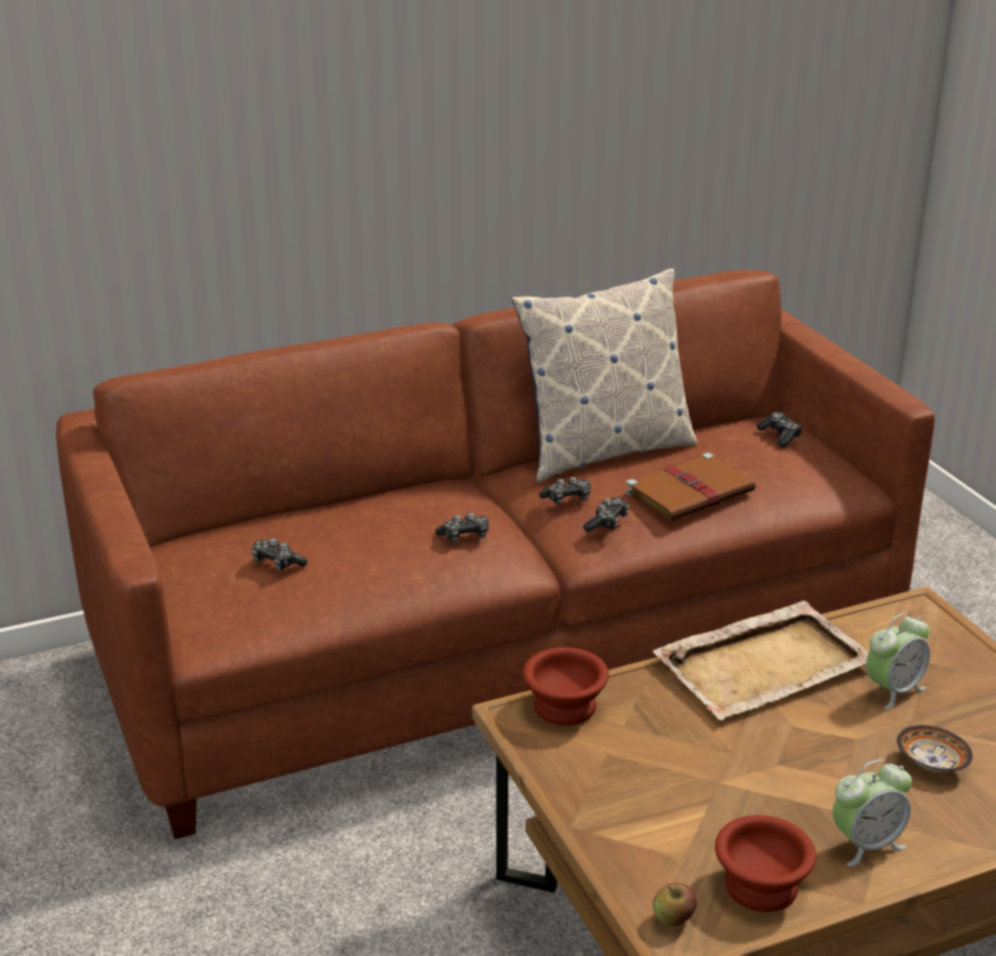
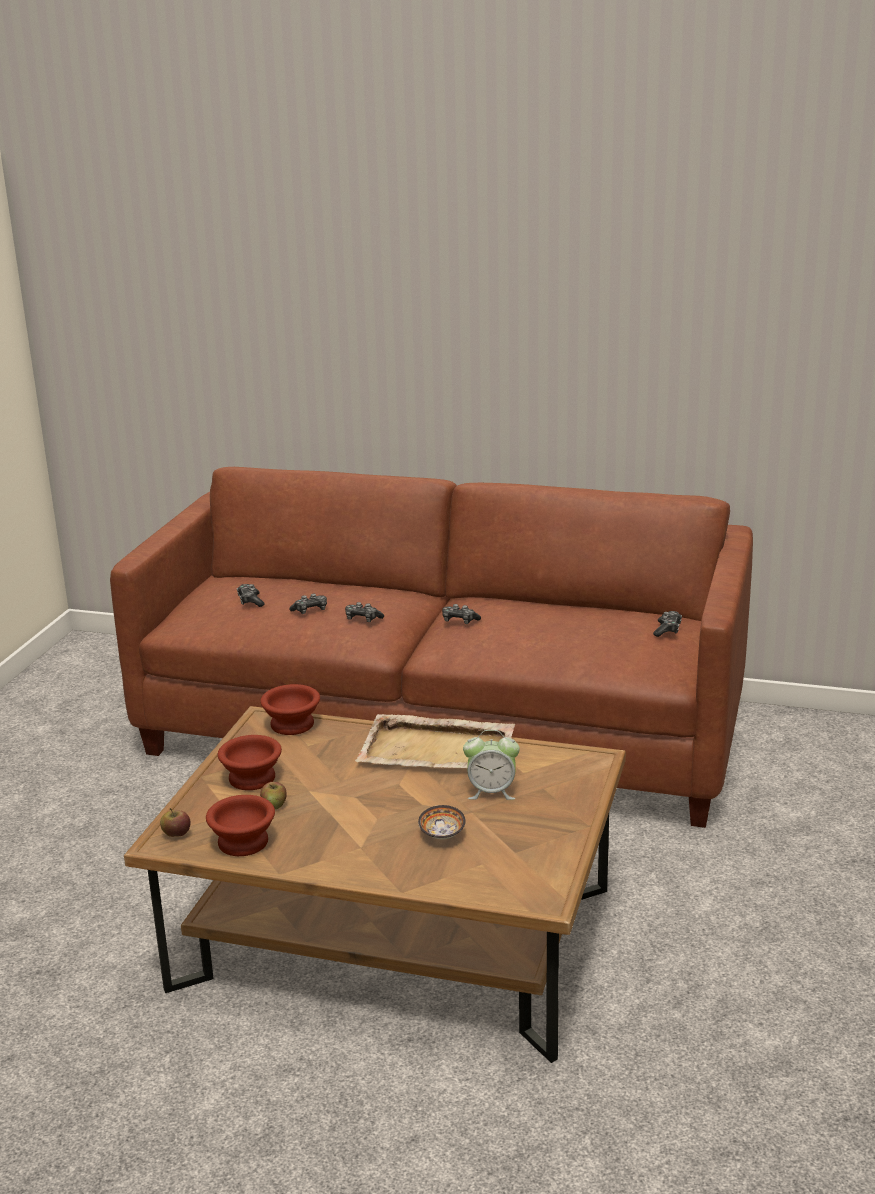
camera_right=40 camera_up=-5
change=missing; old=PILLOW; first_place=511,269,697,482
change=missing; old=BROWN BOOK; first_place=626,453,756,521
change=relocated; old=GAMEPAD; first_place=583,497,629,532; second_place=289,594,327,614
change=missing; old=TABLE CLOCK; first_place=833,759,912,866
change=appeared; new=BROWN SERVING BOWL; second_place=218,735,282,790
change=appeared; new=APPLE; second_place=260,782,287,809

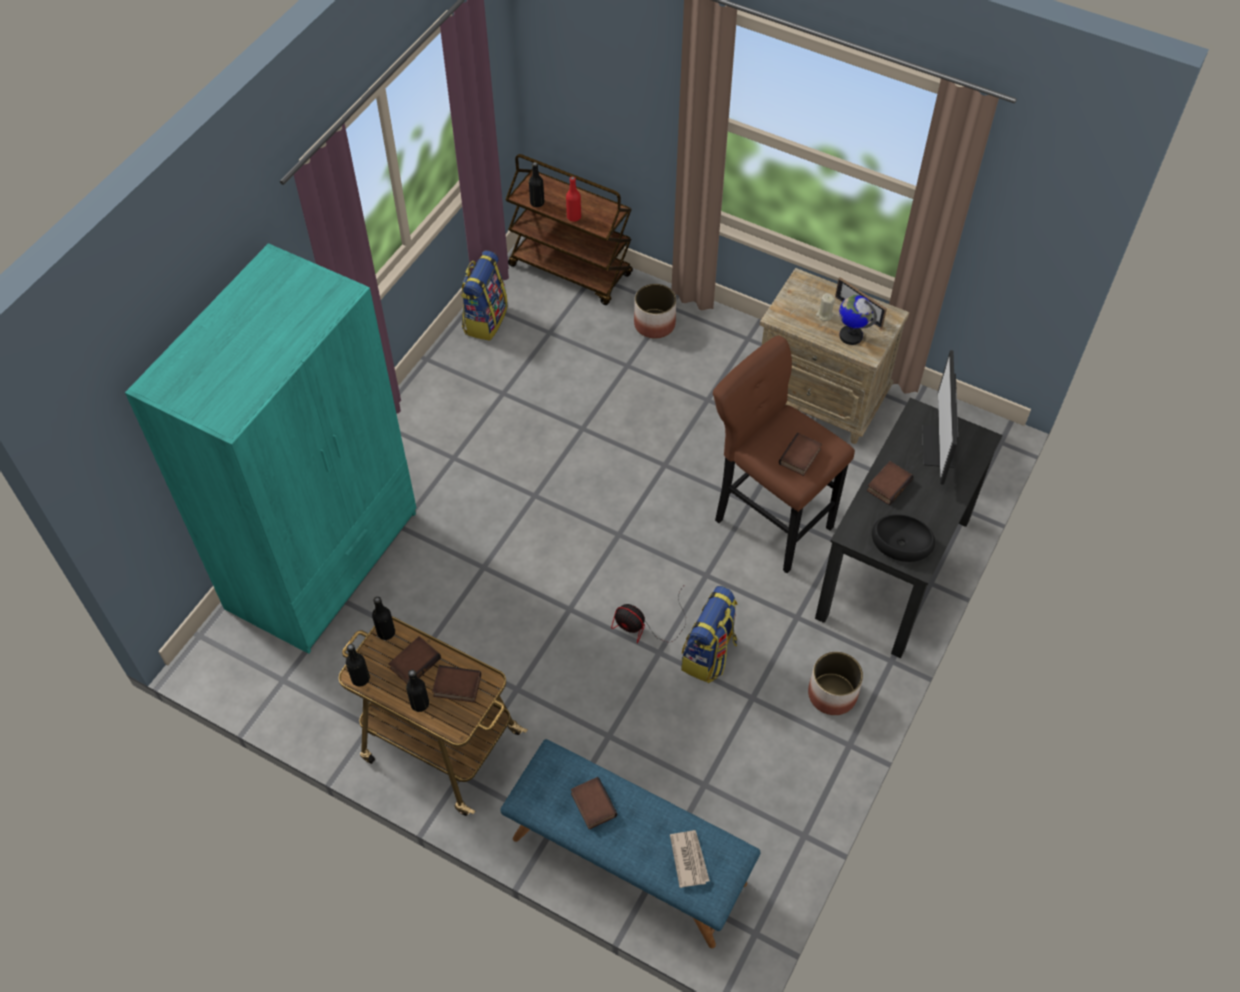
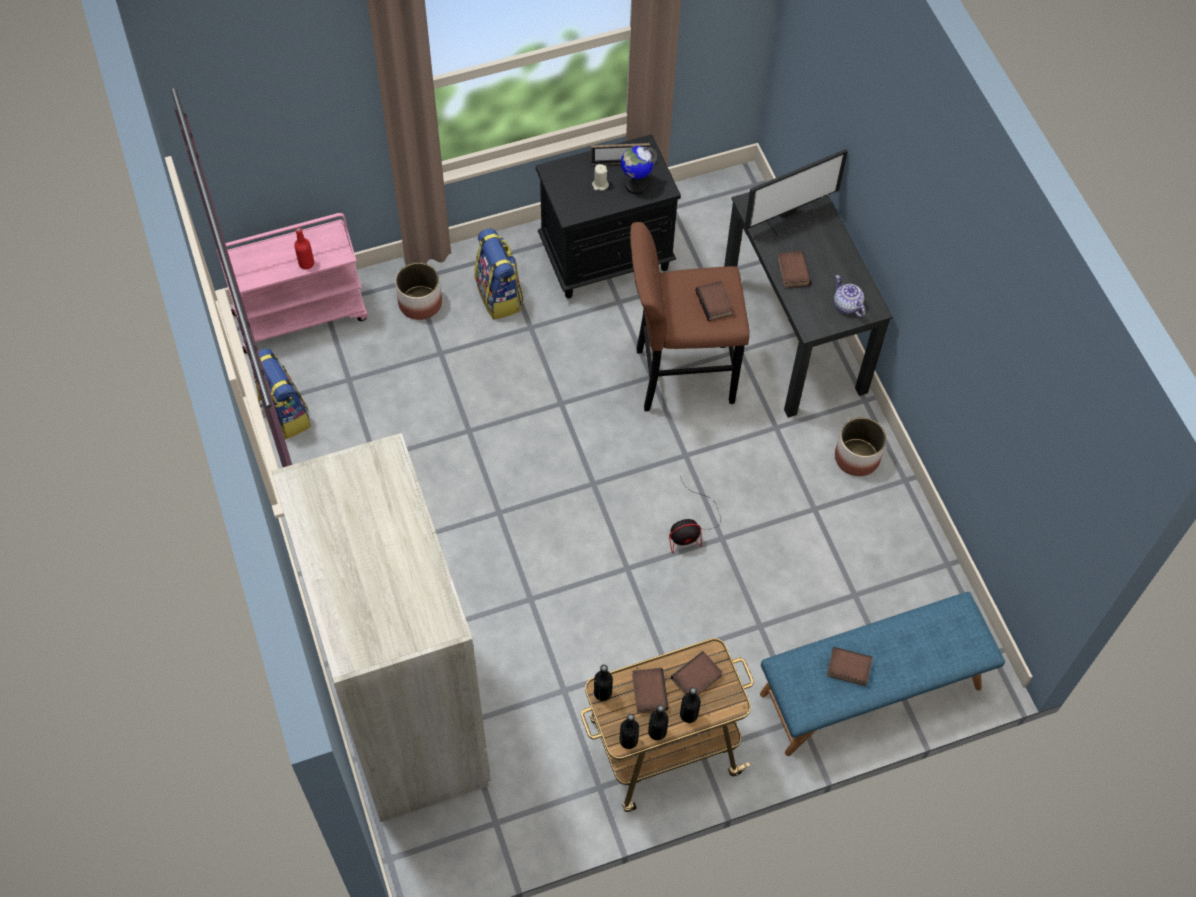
camera_right=-50 camera_up=5
change=colour; old=BROWN WHEELED CART; new=PINKISH WHEELED CART; first_place=505,154,633,305; second_place=217,213,368,353
change=relocated; old=BLACKISH BOTTLE; first_place=529,162,544,207; second_place=648,705,669,740
change=colour; old=TURQUOISE CLOTHES CUPBOARD; new=SAND-COLOURED CLOTHES CUPBOARD; first_place=125,243,416,654; second_place=272,433,491,822
change=colour; old=SAND-COLOURED NIGHT TABLE; new=BLACKISH NIGHT TABLE; first_place=760,268,909,444; second_place=536,134,681,298
change=spun; old=MONITOR; first_place=922,350,958,485; second_place=744,149,848,236; degrees=-75
change=exchanged; old=BLACKISH SERVING BOWL; new=TEAPOT; first_place=872,514,935,562; second_place=834,275,865,317
change=relocated; old=RUCKSACK; first_place=681,586,738,683; second_place=474,228,524,320
change=missing; old=PRINTED PAPER; first_place=670,830,710,888

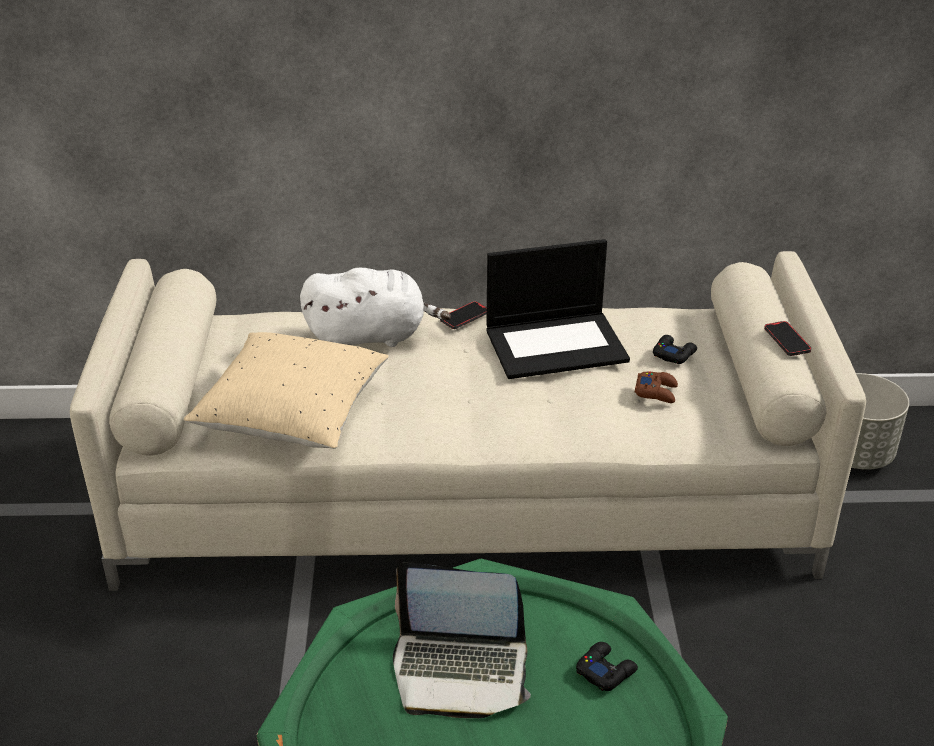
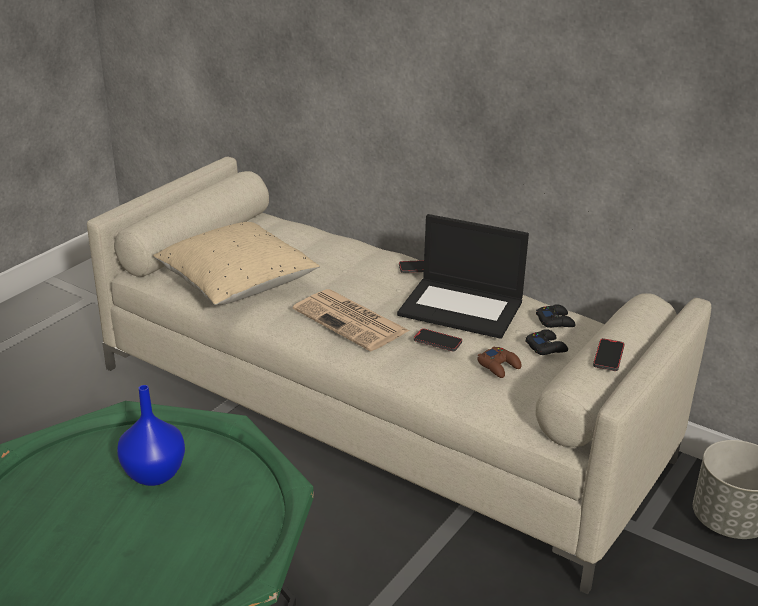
camera_right=35 camera_up=-5
change=missing; old=WHITE SOFT TOY; first_place=300,268,451,347
change=exchanged; old=PORTABLE COMPUTER; new=BLUE-COLOURED FLOWER VASE; first_place=393,562,531,718; second_place=117,385,185,486
change=relocated; old=BLACKISH GAMEPAD; first_place=576,642,638,691; second_place=536,304,576,328
change=appeared; new=PRINTED PAPER; second_place=293,289,409,351
change=appeared; new=PHONE; second_place=414,328,462,351

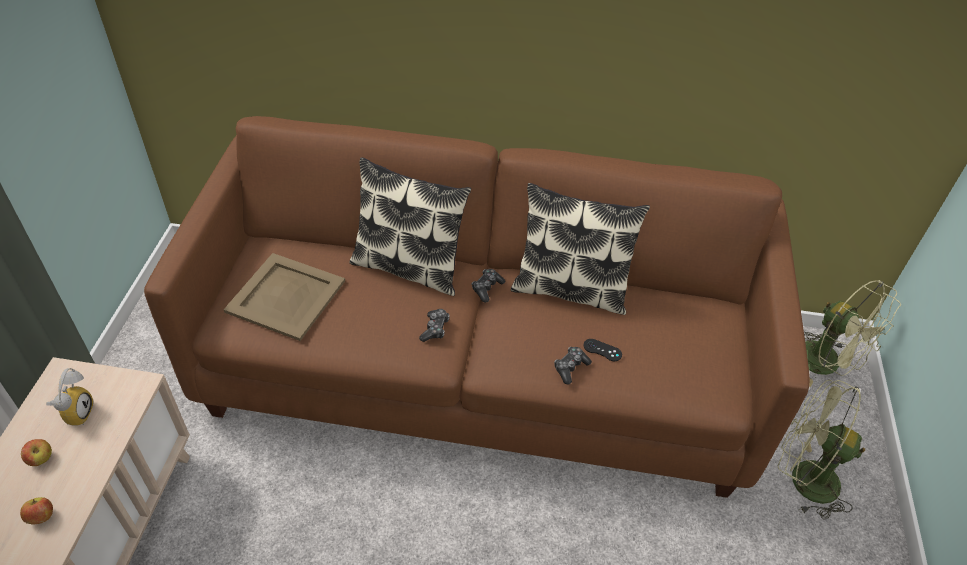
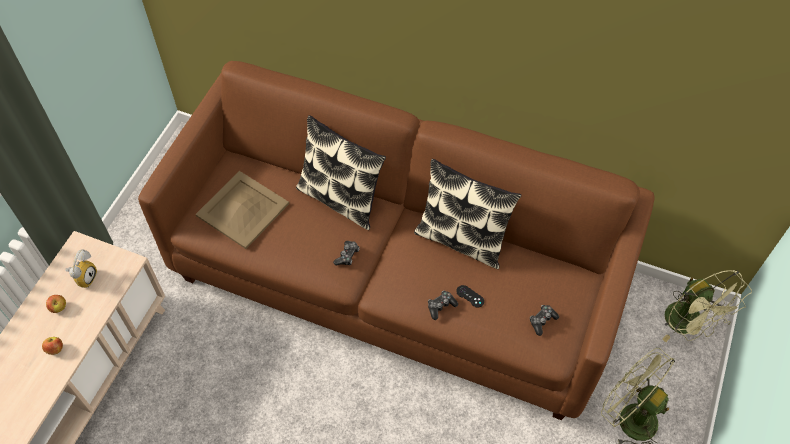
camera_right=15 camera_up=10
change=relocated; old=GAMEPAD; first_place=472,269,505,302; second_place=530,305,559,336

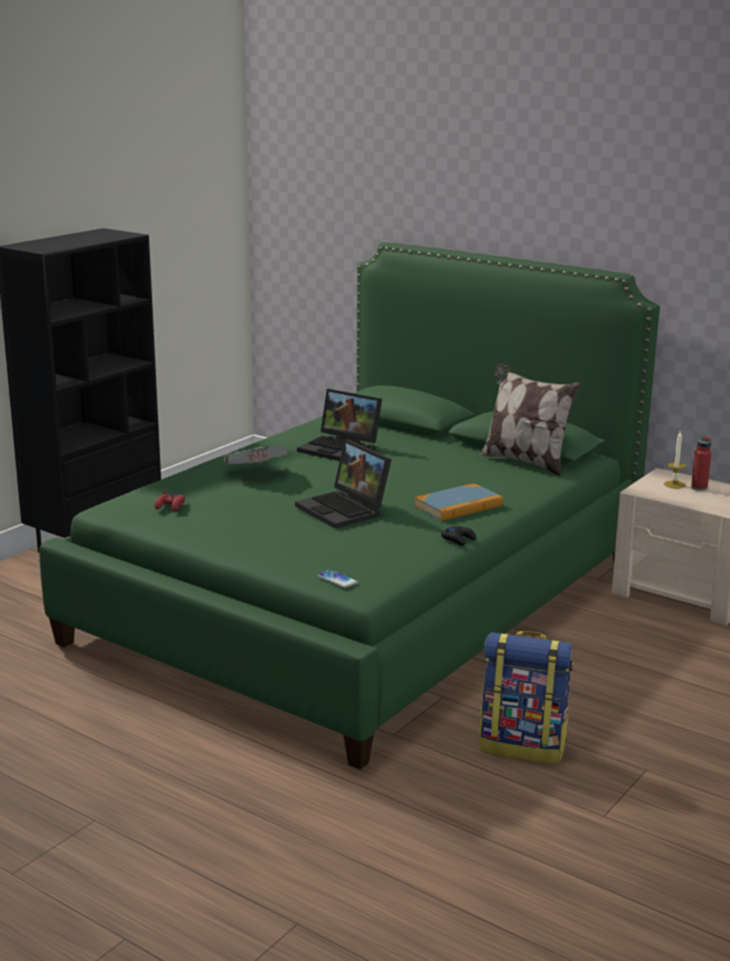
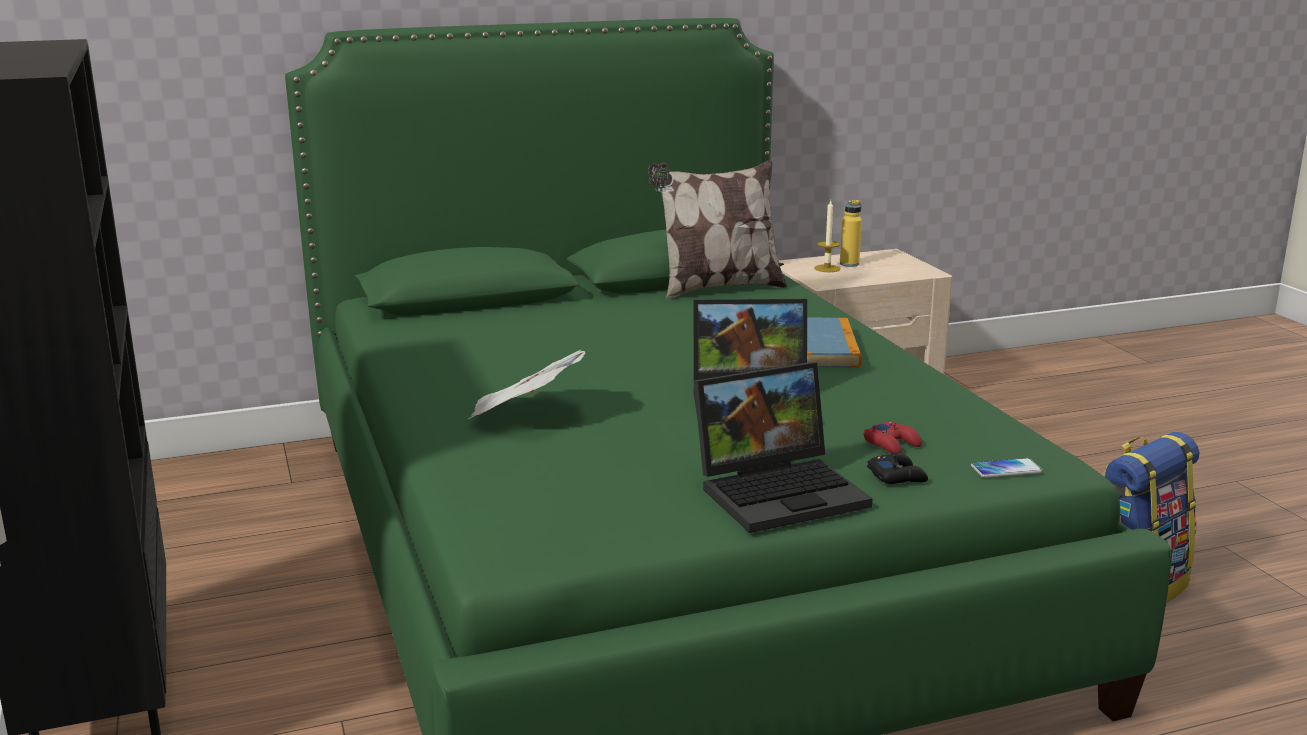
camera_right=-55 camera_up=0
change=relocated; old=PORTABLE COMPUTER; first_place=297,389,382,461; second_place=694,362,872,533
change=colour; old=REDDISH BOTTLE; new=YELLOW-COLOURED BOTTLE; first_place=691,436,712,491; second_place=840,200,862,267
change=relocated; old=REDDISH GAMEPAD; first_place=155,491,185,511; second_place=864,422,922,453
change=relocated; old=BLACKISH GAMEPAD; first_place=441,526,476,546; second_place=867,452,928,484

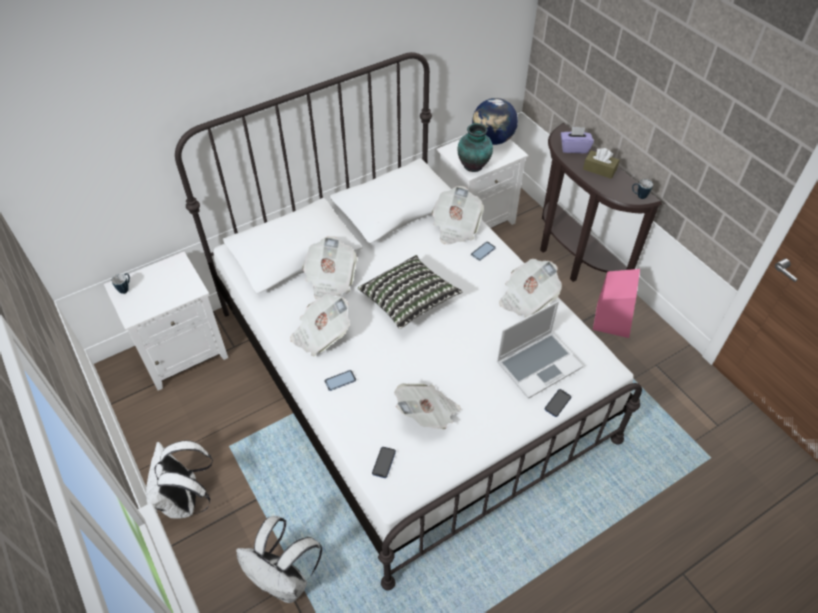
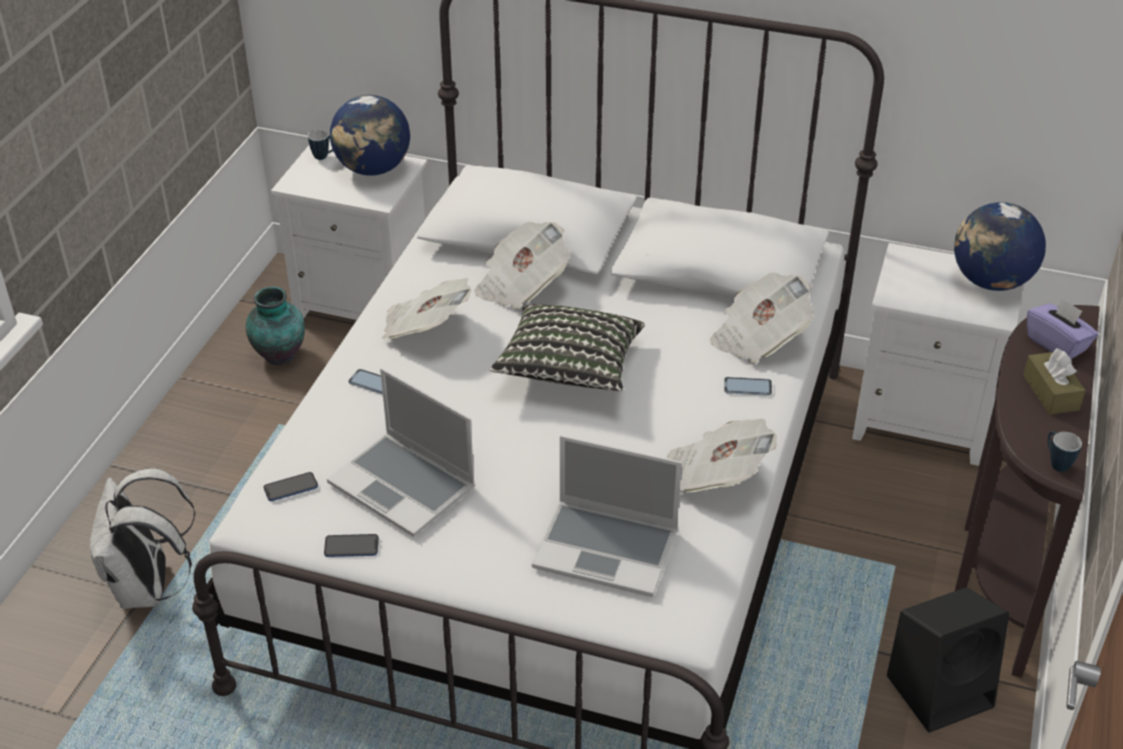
camera_right=50 camera_up=-10
change=relocated; old=FLOWER VASE; first_place=458,123,493,172; second_place=246,286,305,365
change=colour; old=PINKISH AUDIO SPEAKER; new=BLACKISH AUDIO SPEAKER; first_place=593,269,640,338; second_place=887,587,1010,733
change=exchanged; old=PRINTED PAPER; new=PORTABLE COMPUTER; first_place=394,383,461,429; second_place=327,368,475,537
change=relocated; old=PHONE; first_place=544,389,571,417; second_place=324,534,379,557
change=missing; old=WHITE RUCKSACK; first_place=146,440,213,519
change=appeared; new=GLOBE; second_place=330,95,410,176

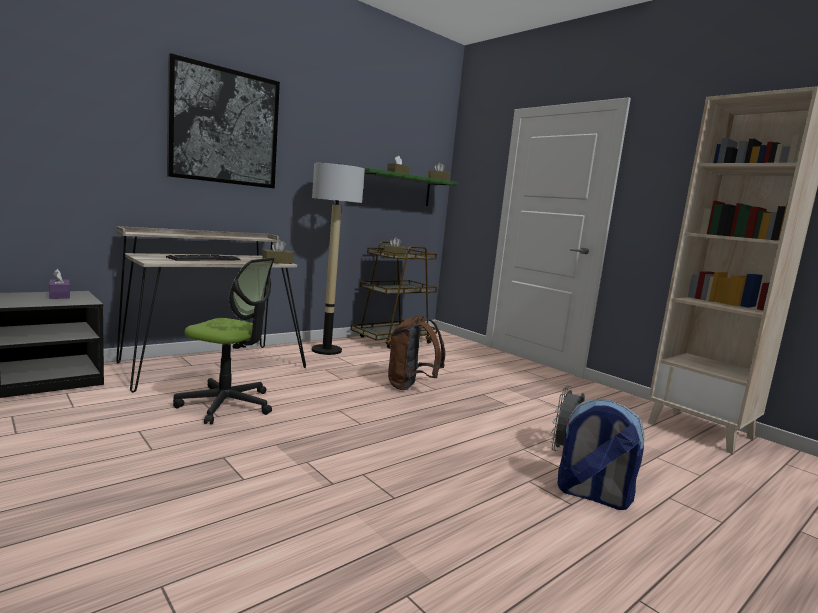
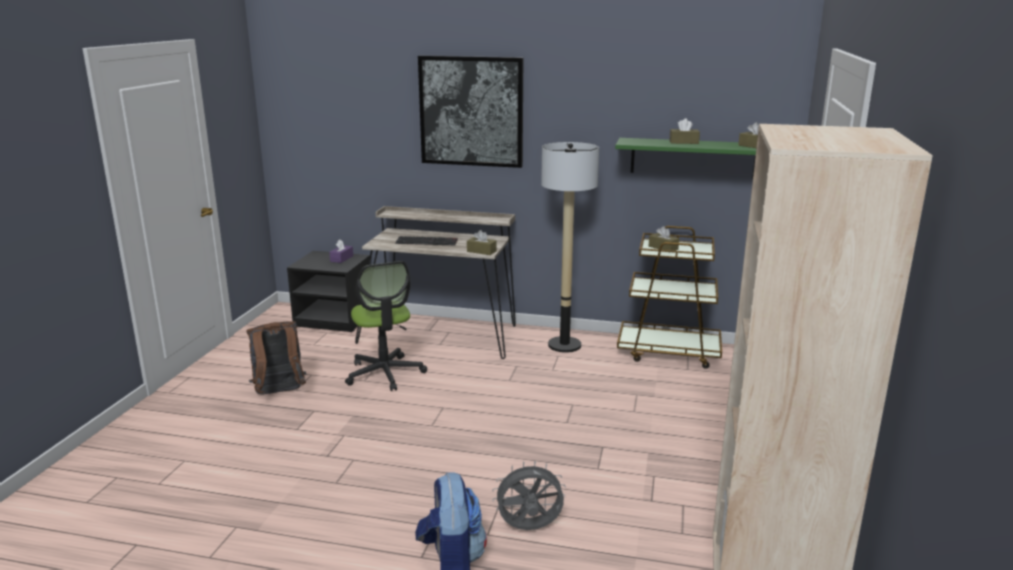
camera_right=55 camera_up=10
change=relocated; old=BROWN RUCKSACK; first_place=388,315,445,390; second_place=246,321,306,394

